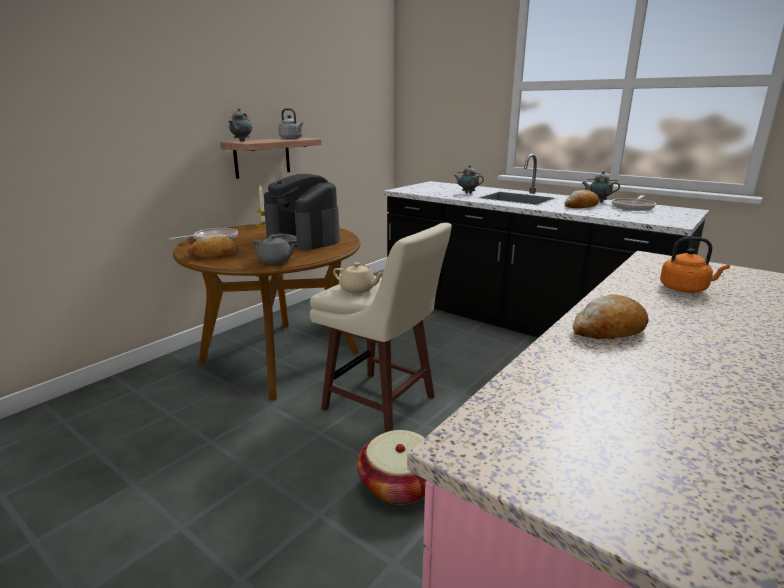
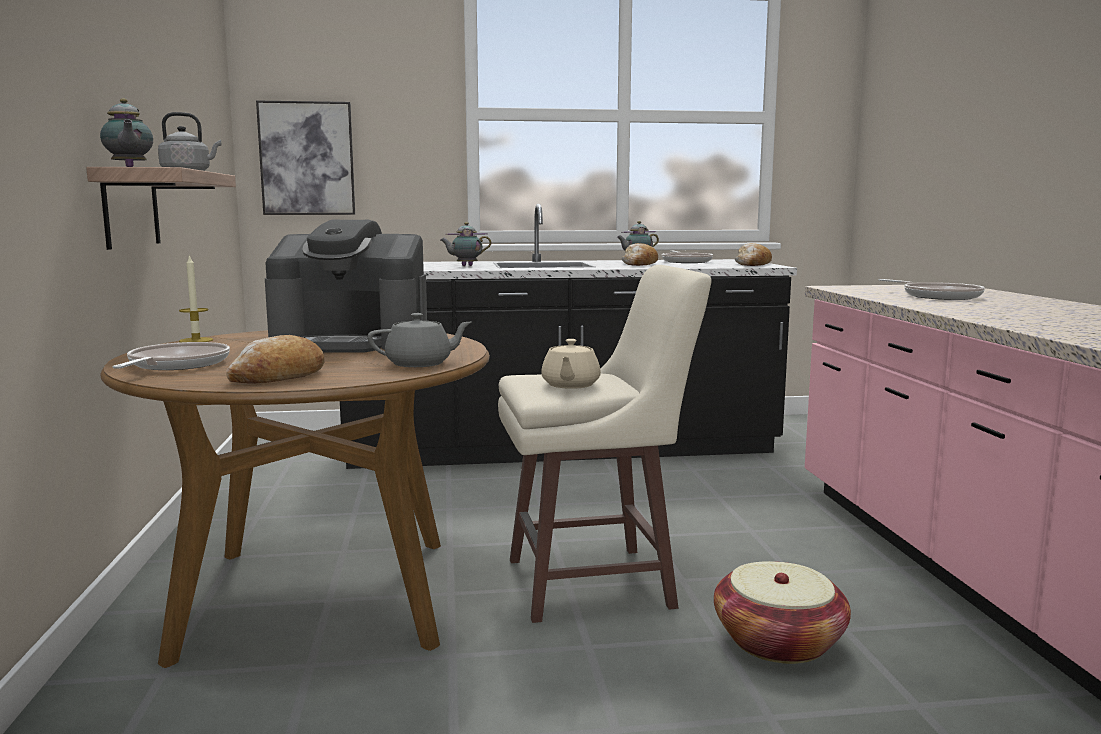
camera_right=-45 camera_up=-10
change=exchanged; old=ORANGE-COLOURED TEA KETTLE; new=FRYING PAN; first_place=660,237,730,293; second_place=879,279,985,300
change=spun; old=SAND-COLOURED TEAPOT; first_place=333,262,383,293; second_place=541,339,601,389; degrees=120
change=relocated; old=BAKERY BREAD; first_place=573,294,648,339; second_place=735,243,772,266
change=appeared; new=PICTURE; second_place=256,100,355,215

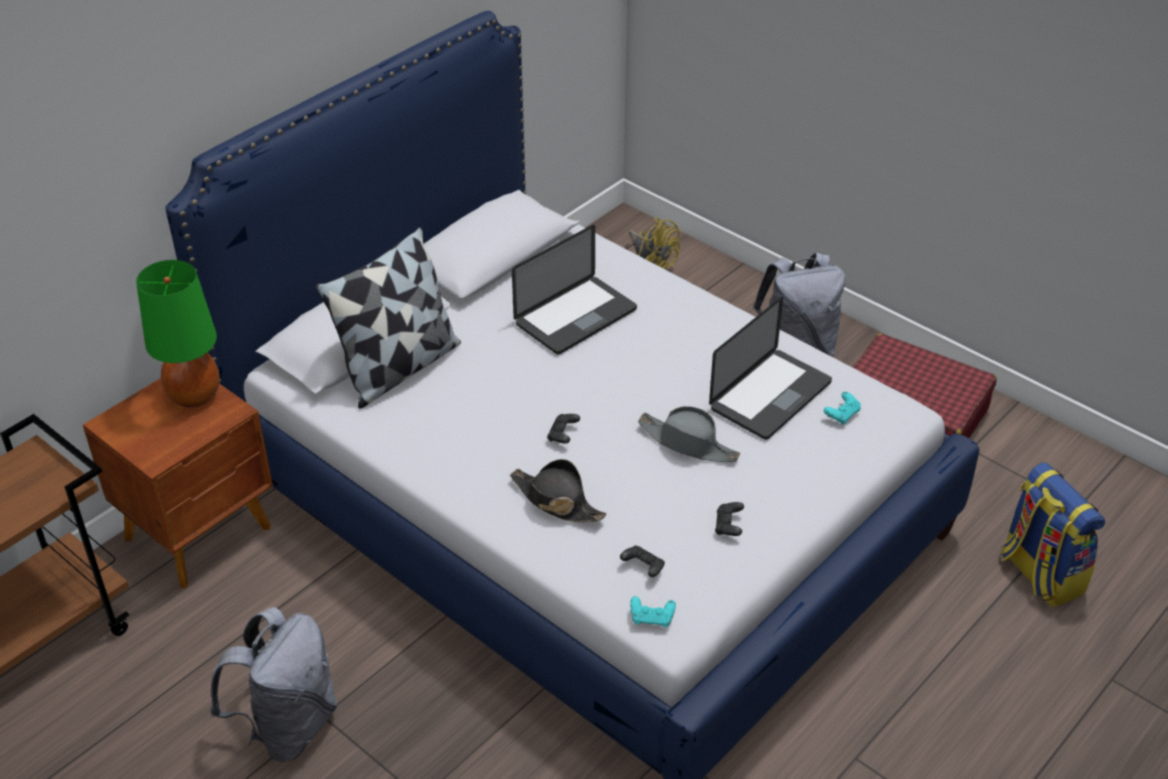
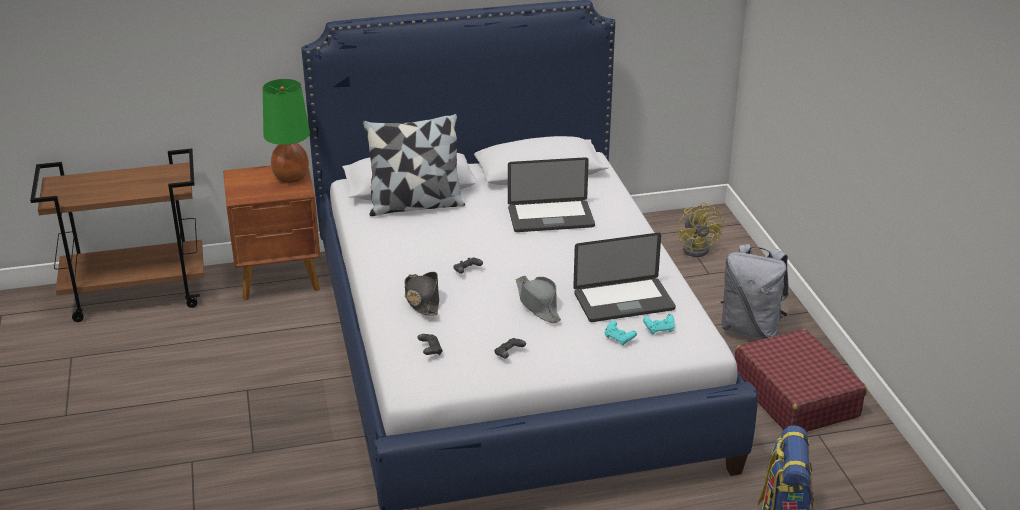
camera_right=35 camera_up=-10
change=relocated; old=TURQUOISE GAMEPAD; first_place=630,596,676,627; second_place=605,321,637,346
change=missing; old=GREYISH RUCKSACK; first_place=210,607,338,762

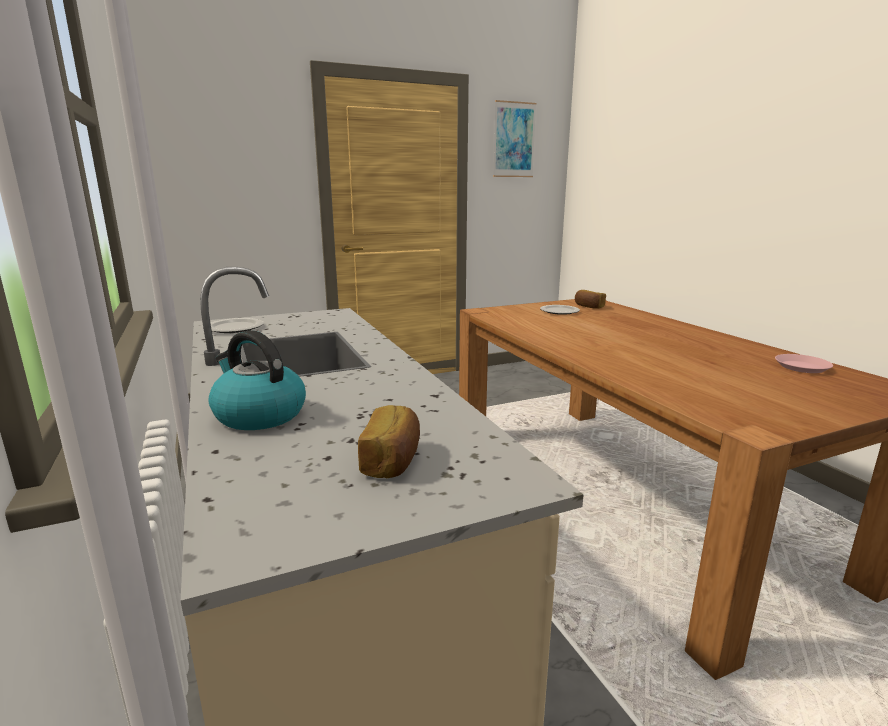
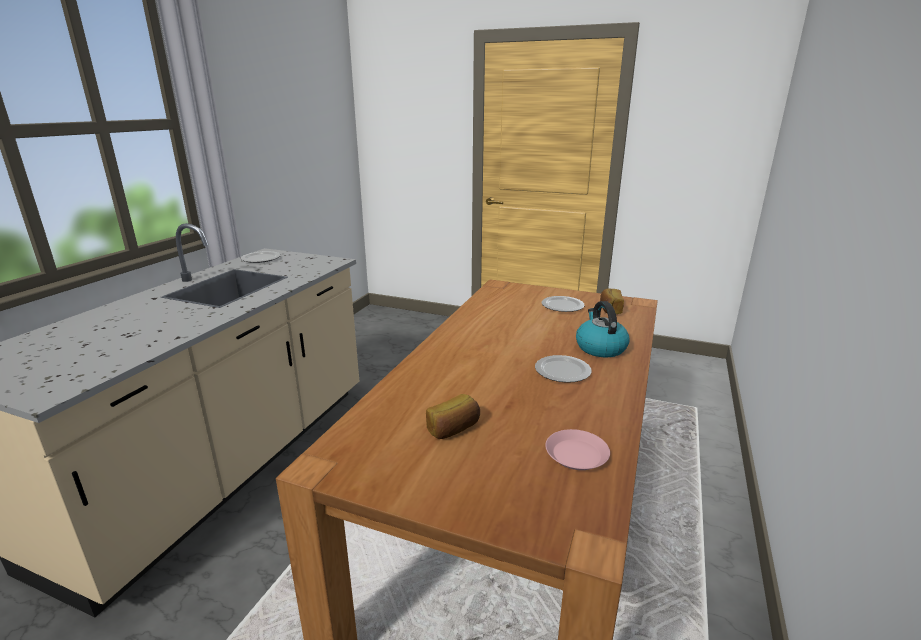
camera_right=45 camera_up=5
change=missing; old=PICTURE; first_place=493,100,536,177
change=relocated; old=TEA KETTLE; first_place=208,330,306,430; second_place=576,301,630,357
change=relocated; old=BAKERY BREAD; first_place=358,405,420,478; second_place=426,394,480,439
change=appeared; new=PLATE; second_place=535,355,592,383

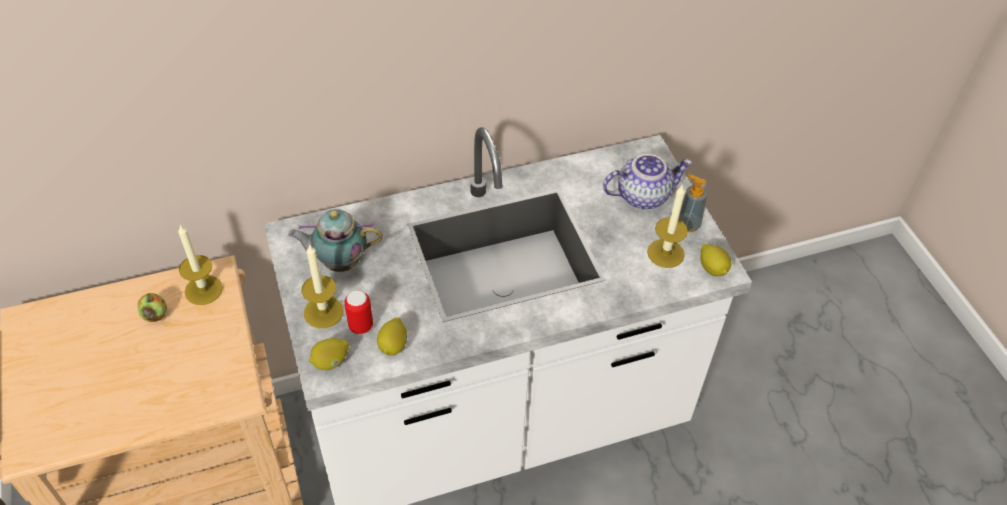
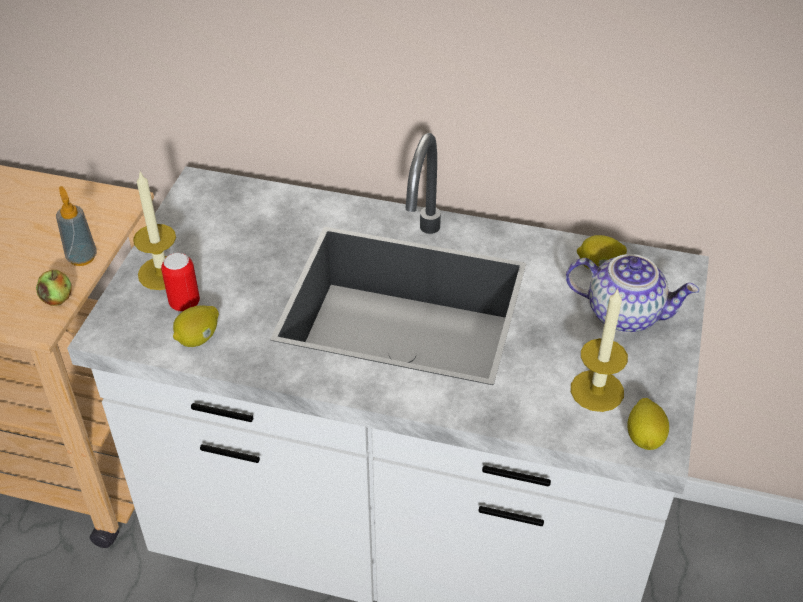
camera_right=35 camera_up=-5
change=relocated; old=SOAP BOTTLE; first_place=679,174,708,232; second_place=56,186,97,266
change=missing; old=TEAPOT; first_place=288,209,383,272
change=missing; old=WAX LIGHT; first_place=178,225,223,305
change=relocated; old=APPLE; first_place=137,293,167,322; second_place=36,270,72,306
change=relocated; old=CITRUS FRUIT; first_place=309,338,349,370; second_place=577,235,627,269

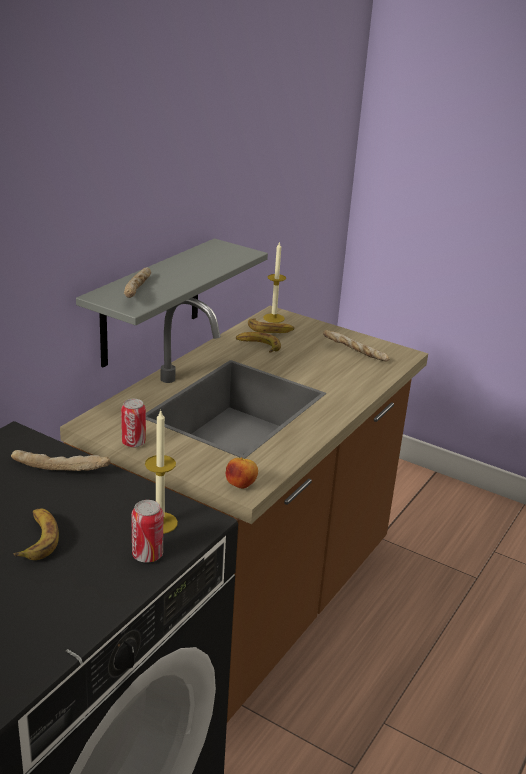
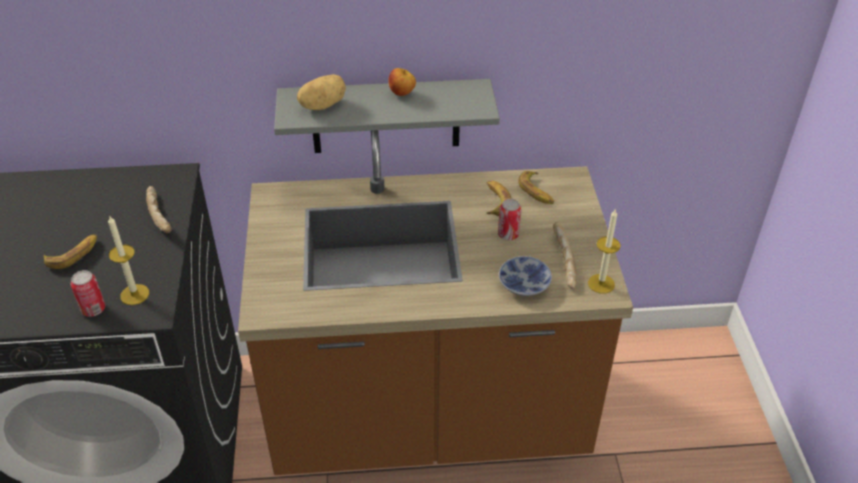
camera_right=55 camera_up=15
change=relocated; old=WAX LIGHT; first_place=263,241,286,323; second_place=588,210,621,294
change=exchanged; old=BAKERY BREAD; new=POTATO; first_place=124,268,151,298; second_place=297,74,346,110
change=relocated; old=SEALED CAN; first_place=121,399,146,448; second_place=498,199,521,240
change=relocated; old=APPLE; first_place=226,457,258,489; second_place=388,68,416,96
change=appeared; new=SERVING BOWL; second_place=499,256,552,296

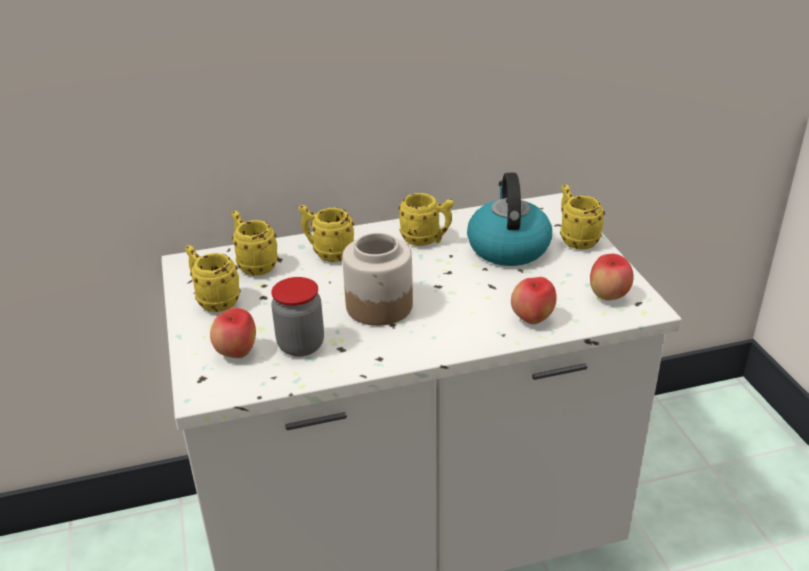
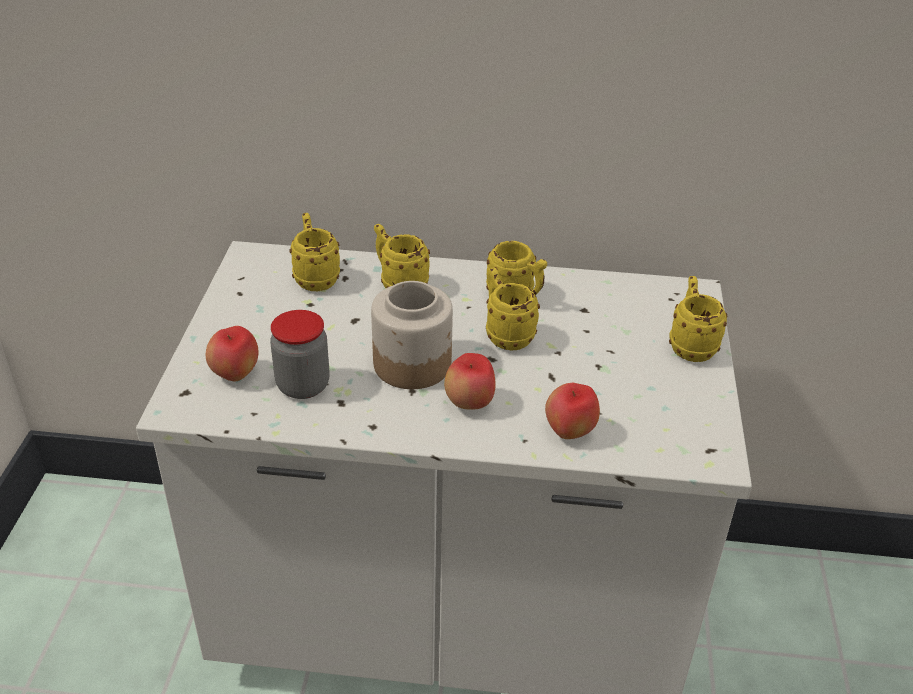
camera_right=20 camera_up=5
change=missing; old=TEA KETTLE; first_place=467,173,552,266
change=relocated; old=YELLOW-COLOURED MUG; first_place=185,245,241,312; second_place=486,267,540,350
change=relocated; old=APPLE; first_place=590,254,634,301; second_place=444,353,496,410

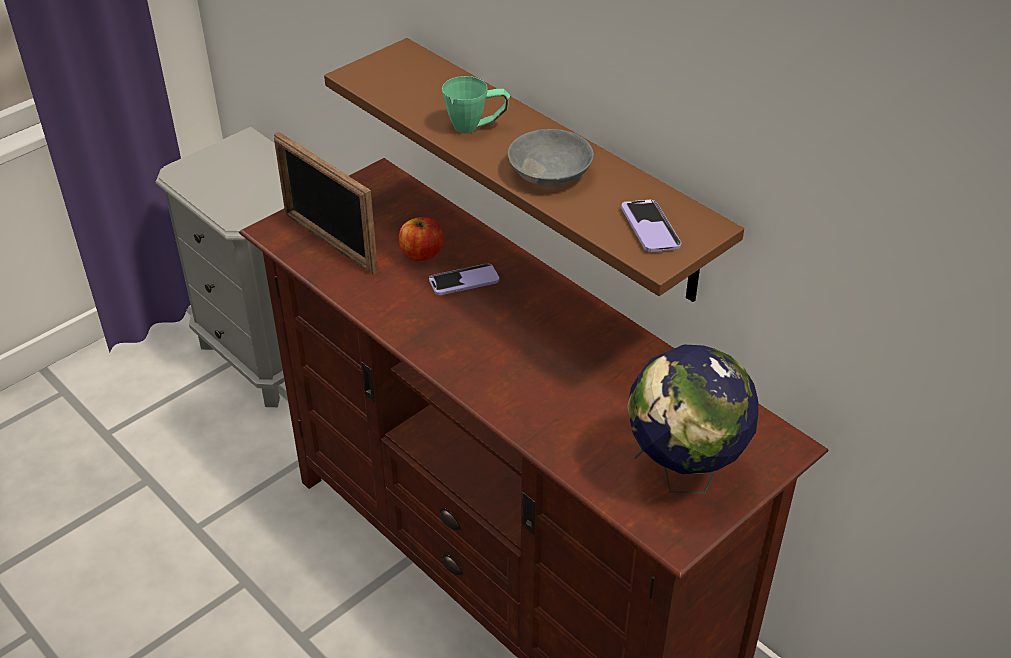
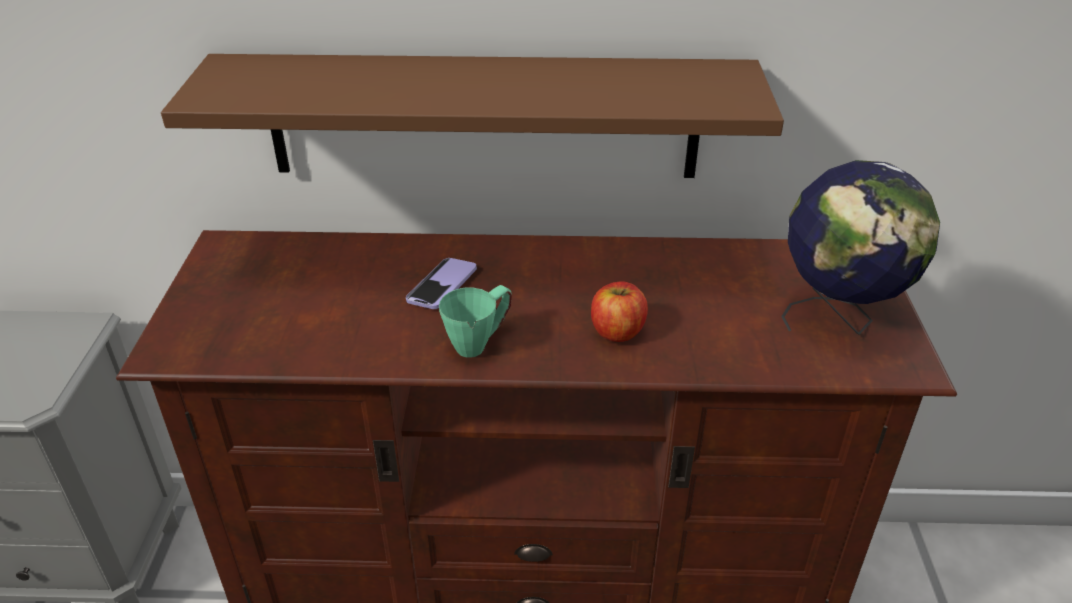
camera_right=-45 camera_up=-5
change=relocated; old=GREEN MUG; first_place=442,76,510,133; second_place=439,285,512,358
change=missing; old=GREYISH SERVING BOWL; first_place=508,129,594,186
change=missing; old=PICTURE FRAME; first_place=274,132,378,275
change=missing; old=PHONE; first_place=621,200,681,252
change=relocated; old=APPLE; first_place=399,217,444,261; second_place=591,281,648,342

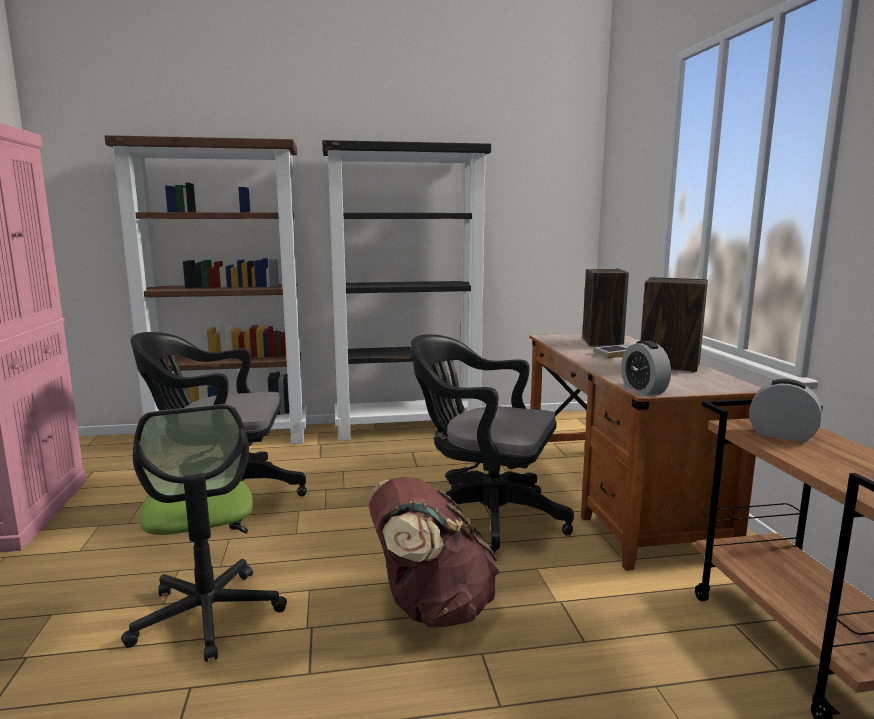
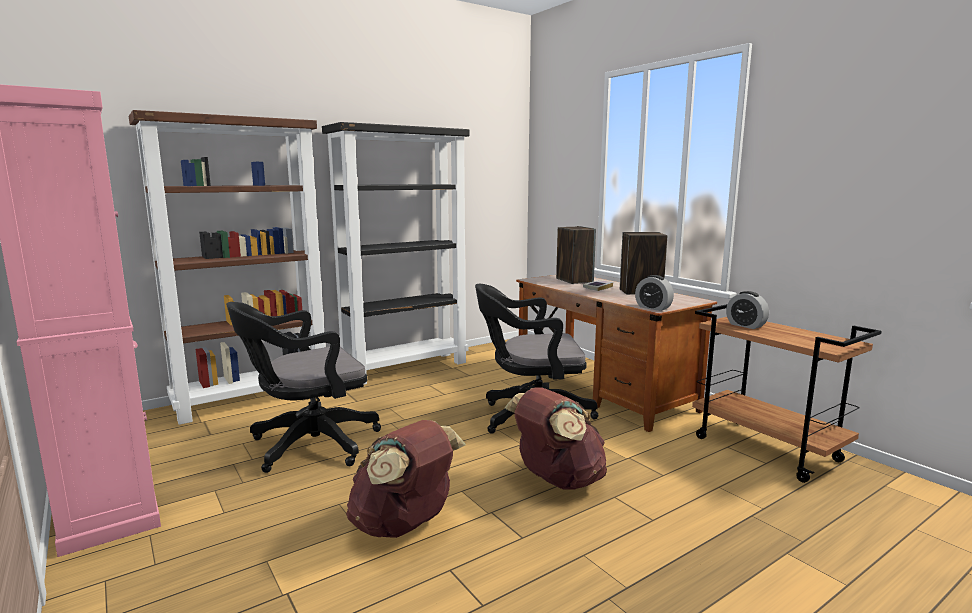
camera_right=-25 camera_up=0
change=spun; old=TABLE CLOCK; first_place=749,379,822,442; second_place=726,291,769,329; degrees=-135
change=exchanged; old=OFFICE CHAIR; new=BROWN RUCKSACK; first_place=121,404,287,662; second_place=346,420,466,538

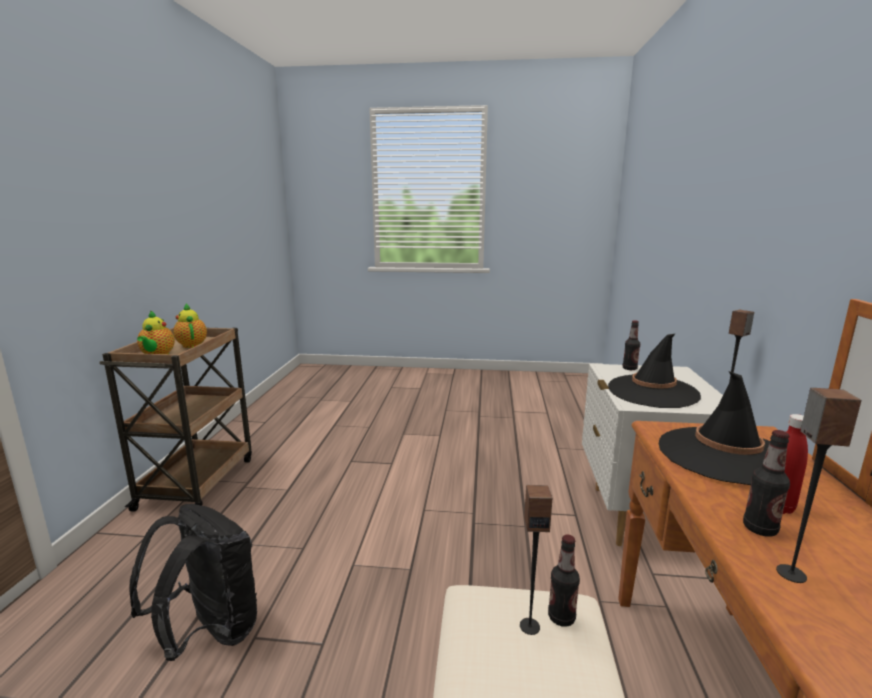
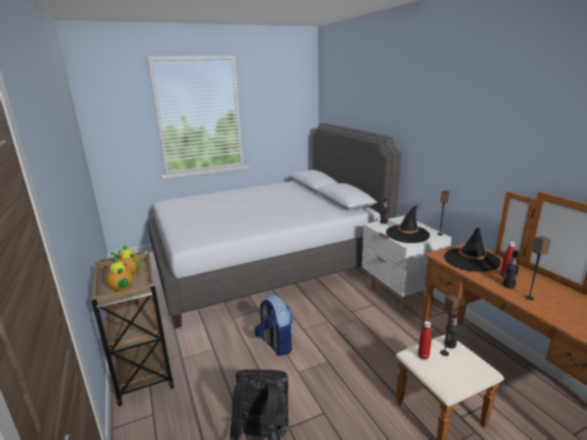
camera_right=-30 camera_up=5
change=appeared; new=GREYISH BEDROOM BED; second_place=147,123,401,329
change=appeared; new=RUCKSACK; second_place=254,295,294,356
change=appeared; new=REDDISH BOTTLE; second_place=418,321,432,360

